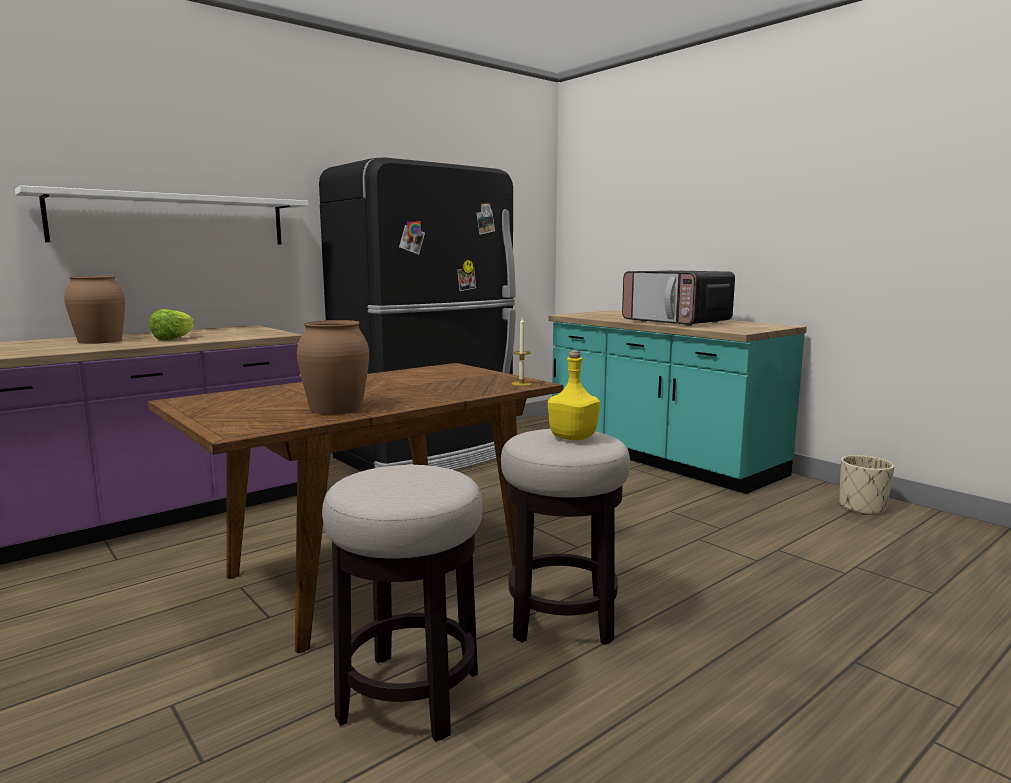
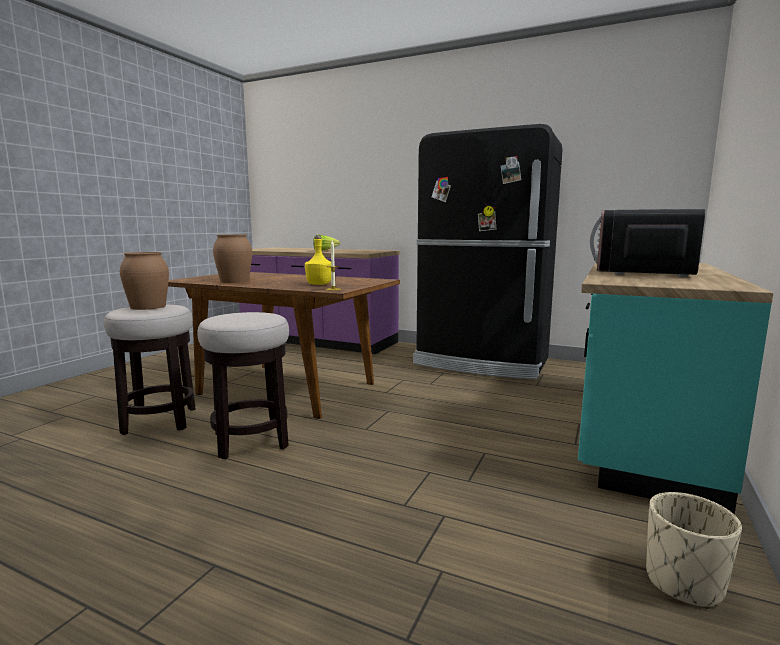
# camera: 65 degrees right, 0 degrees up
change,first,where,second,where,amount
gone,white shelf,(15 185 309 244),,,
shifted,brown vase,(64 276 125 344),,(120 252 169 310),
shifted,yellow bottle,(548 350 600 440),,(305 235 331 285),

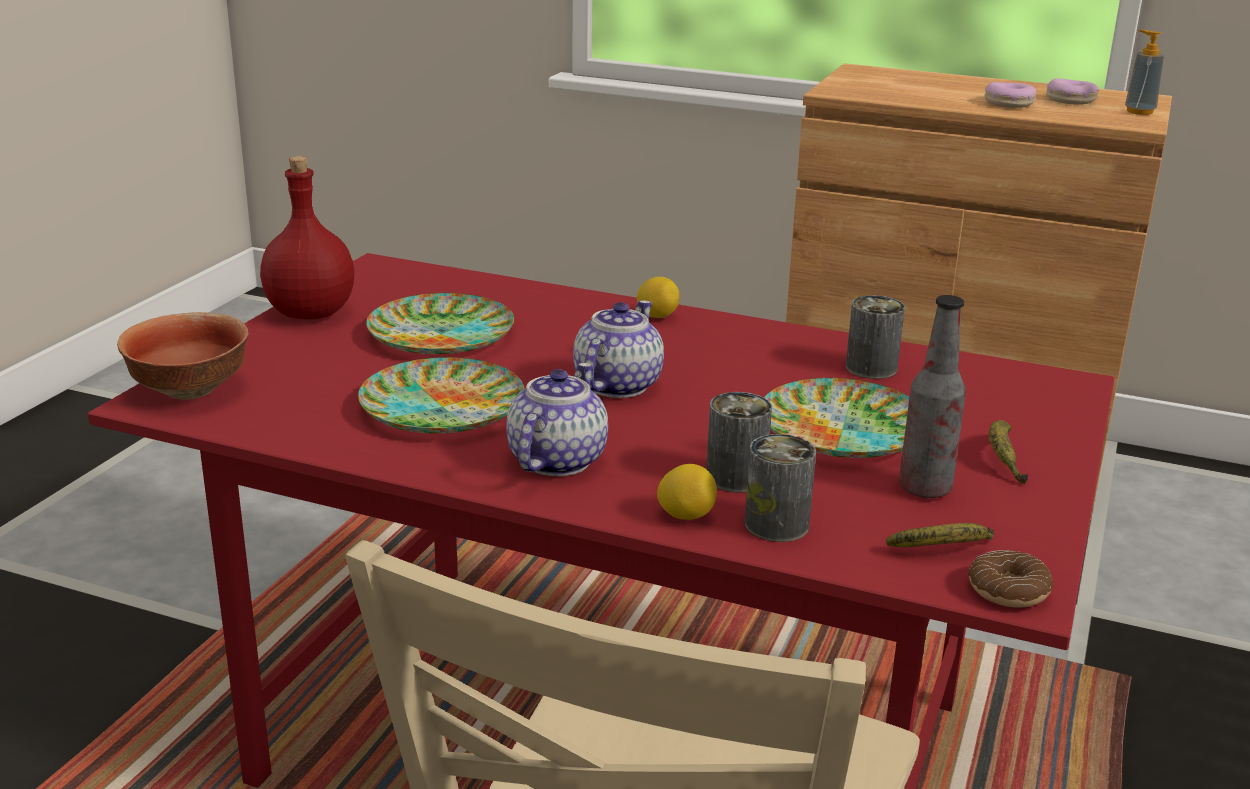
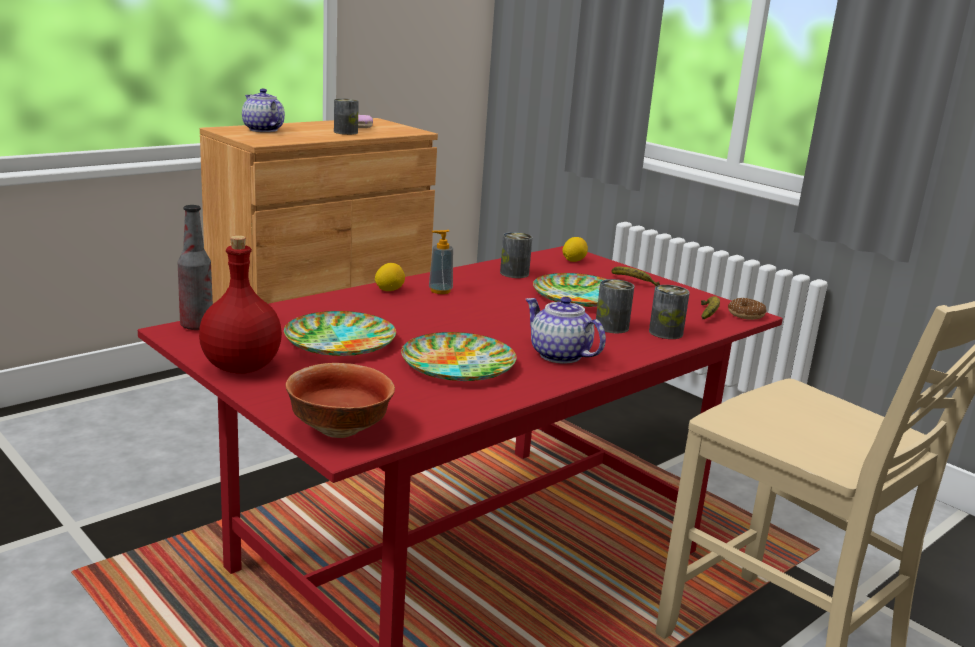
# camera: 65 degrees left, 5 degrees down
change,first,where,second,where,amount
shifted,soap dispenser,(1125 30 1164 115),,(429 230 453 294),
swapped,donut,(985 82 1036 108),can,(334 98 359 135),
shifted,bottle,(899 295 966 498),,(178 205 213 330),
shifted,teapot,(573 300 664 398),,(242 88 285 132),
shifted,lemon,(657 464 717 520),,(562 237 588 262),

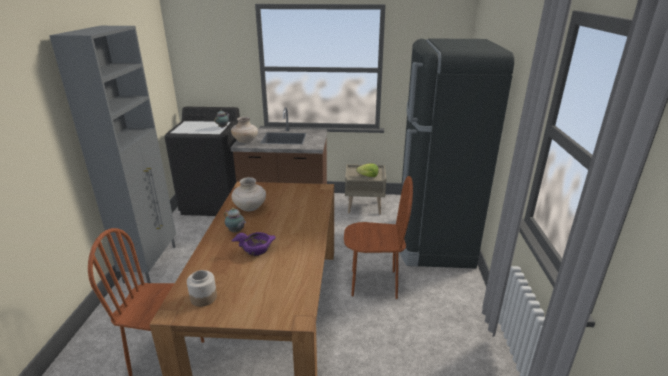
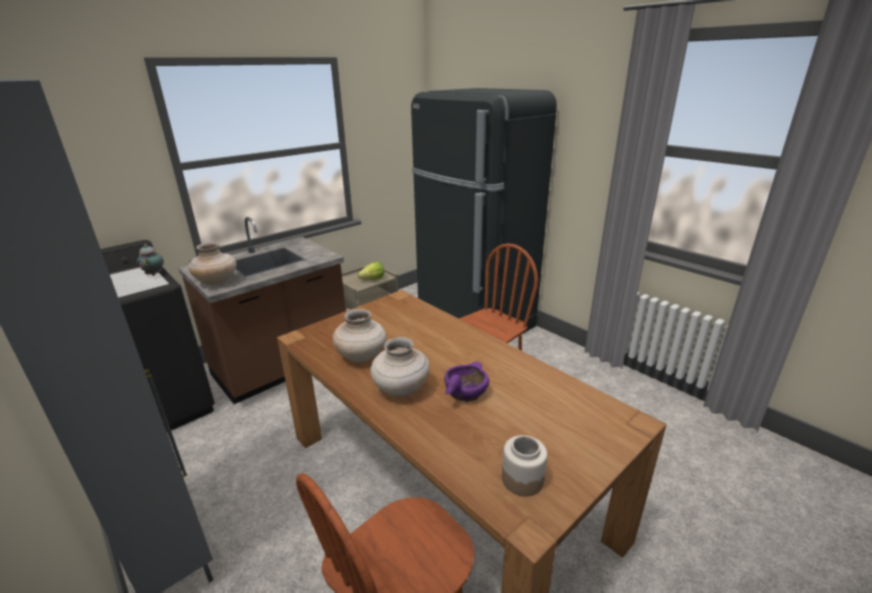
# camera: 45 degrees left, 0 degrees up
change,first,where,second,where,amount
swapped,teapot,(224 208 246 232),beige vase,(370 337 430 396),

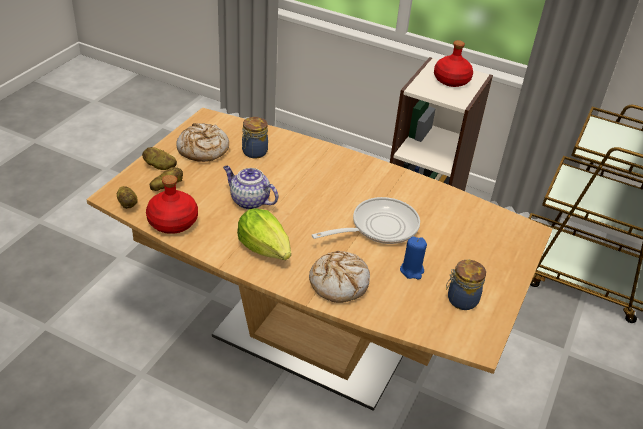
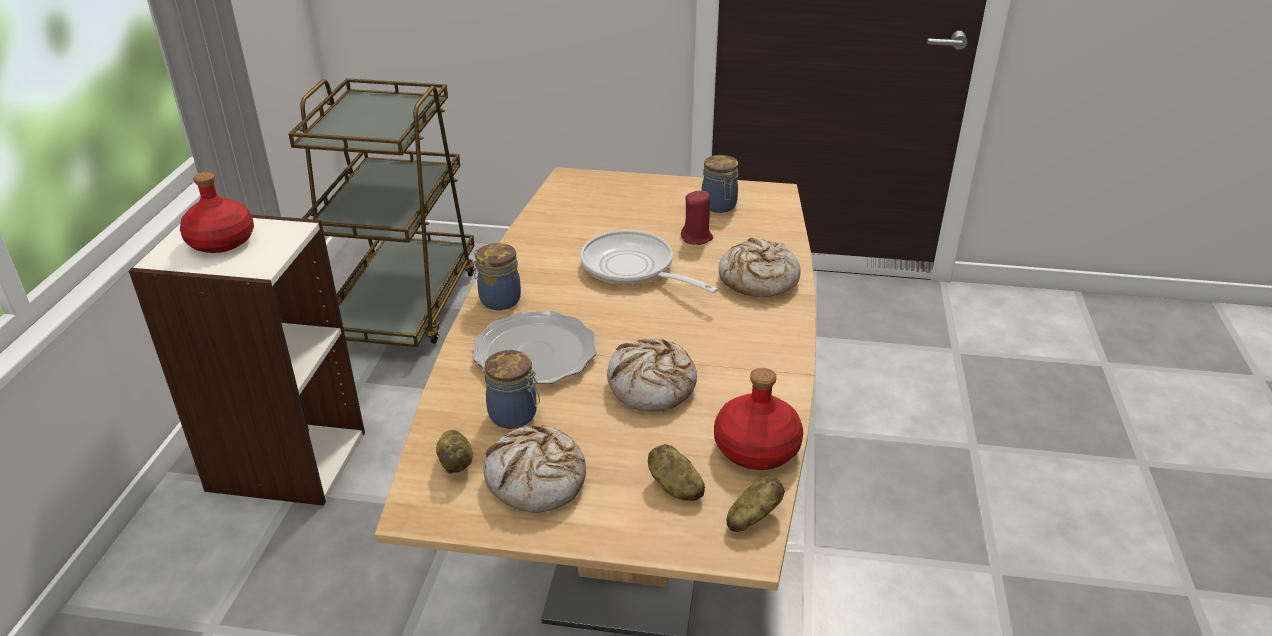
# camera: 105 degrees left, 5 degrees down
change,first,where,second,where,amount
shifted,potato,(142 147 177 170),,(436 430 473 474),
swapped,teapot,(223 166 278 210),bread,(607 338 697 412),
gone,lettuce,(237 208 291 260),,,
repainted,blue candle,(400 236 427 279),red candle,(681 191 713 245),
new,,,jar,(473 243 521 310),
new,,,plate,(472 311 597 384),

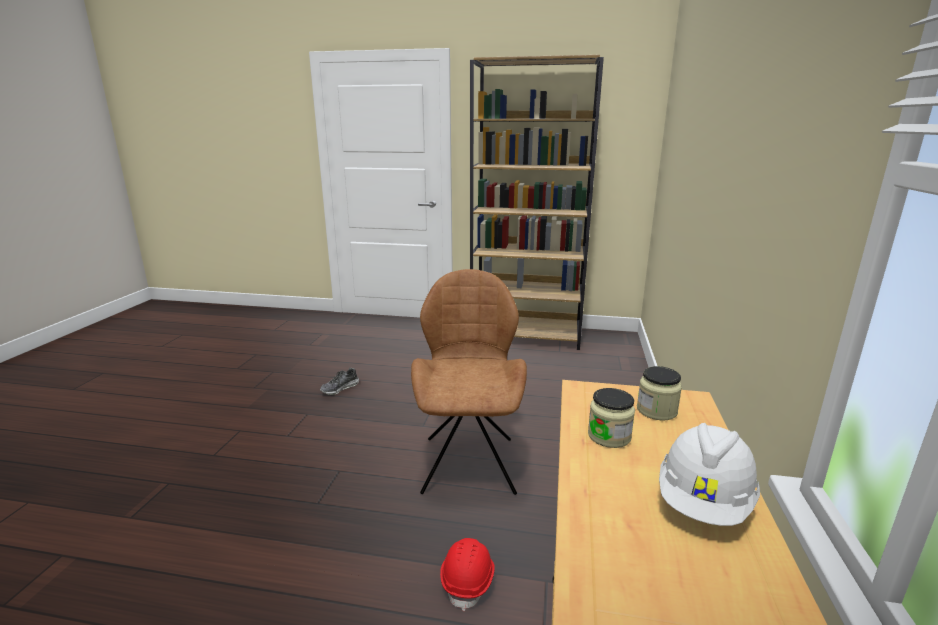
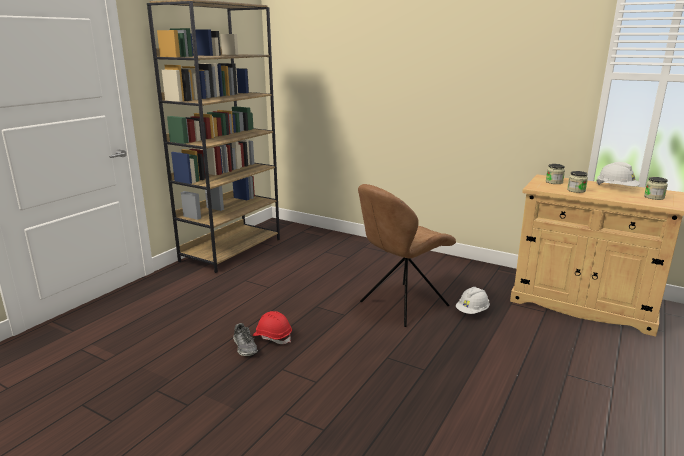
# camera: 70 degrees left, 0 degrees up
change,first,where,second,where,amount
rotated,brown chair,(411 269 527 495),,(358 184 456 327),60 degrees counterclockwise
shifted,red hard hat,(440 538 495 611),,(253 311 292 344),
new,,,jar,(644 177 668 200),
new,,,white hard hat,(456 287 490 314),

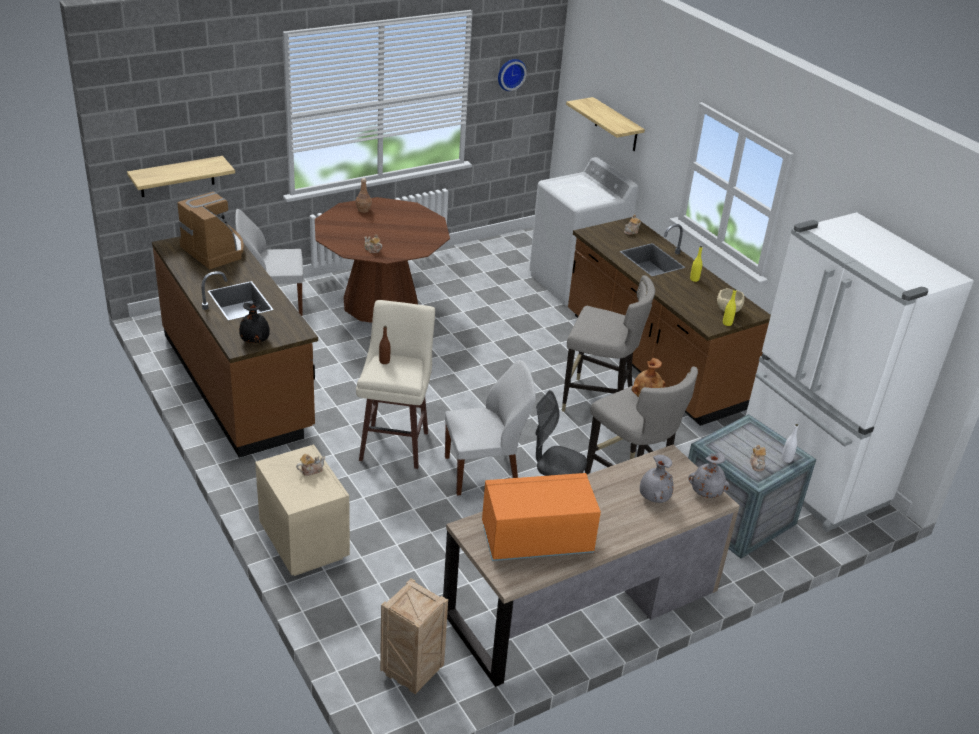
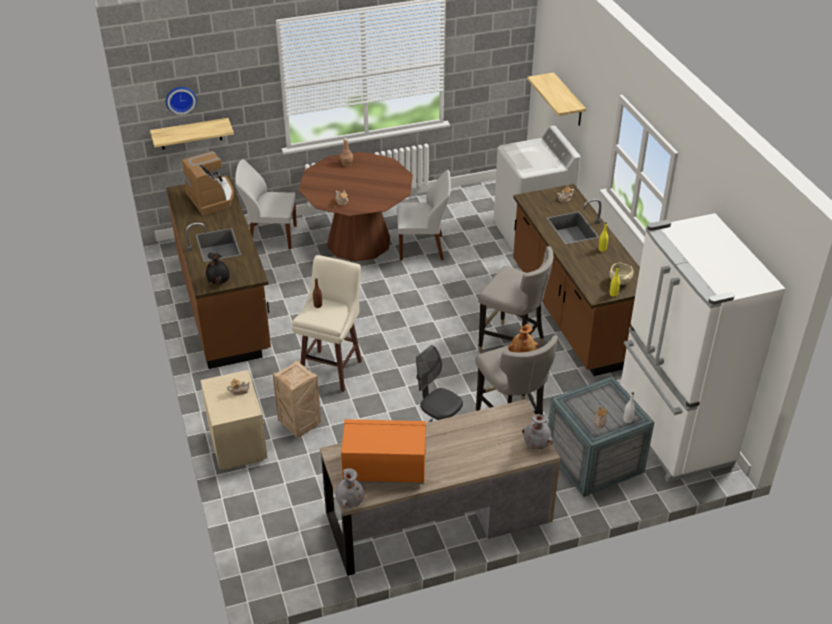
# camera: 15 degrees right, 5 degrees up
change,first,where,second,where,amount
shifted,wall clock,(498 59 527 91),,(166 87 197 115),
shifted,white chair,(445 360 536 496),,(397 170 451 260),
shifted,grey vase,(640 455 674 503),,(335 468 364 508),
shifted,crate,(380 578 448 694),,(273 360 321 438),

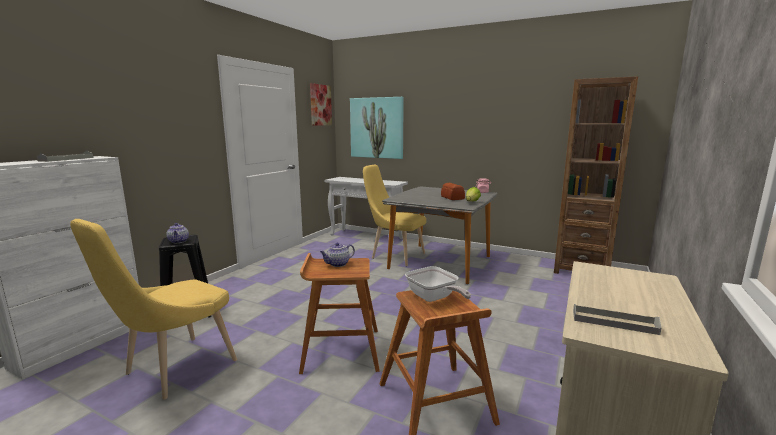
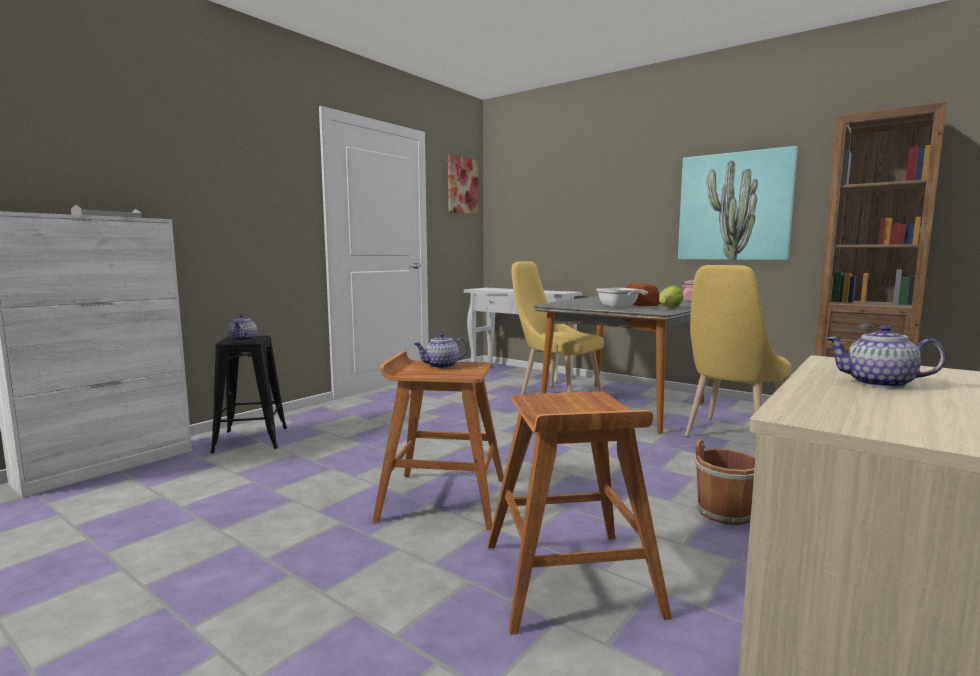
# camera: 10 degrees right, 5 degrees down
change,first,where,second,where,amount
shifted,picture,(350 97 404 159),,(678 146 798 260),
shifted,yellow chair,(70 219 237 400),,(685 265 791 439),
shifted,frying pan,(405 266 471 302),,(596 288 648 308),
gone,grey tray,(573 304 662 335),,,
new,,,teapot,(826 325 946 388),
new,,,brown bucket,(694 439 755 525),

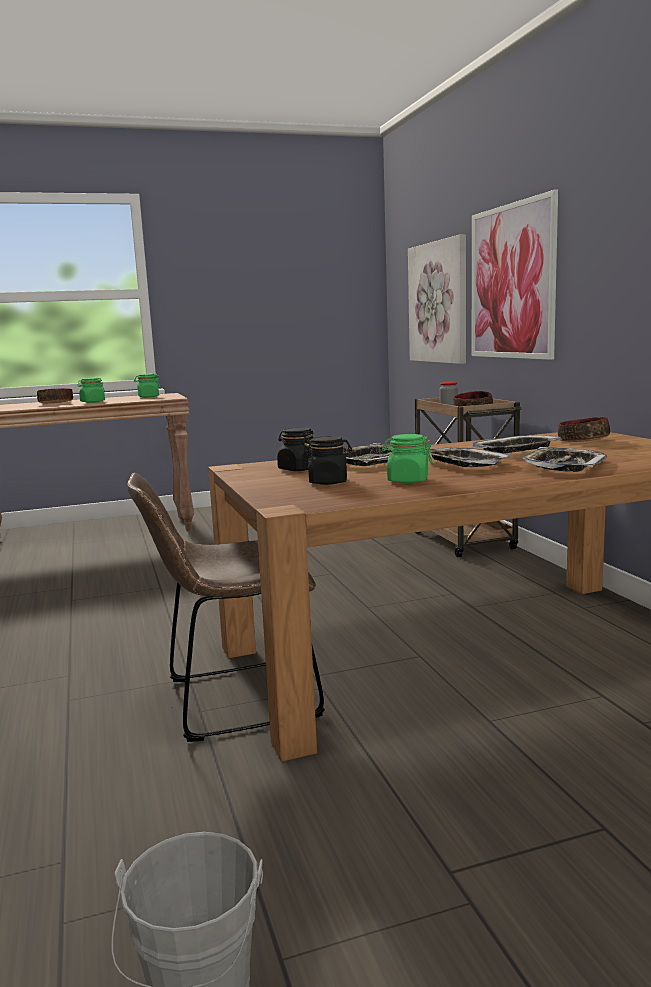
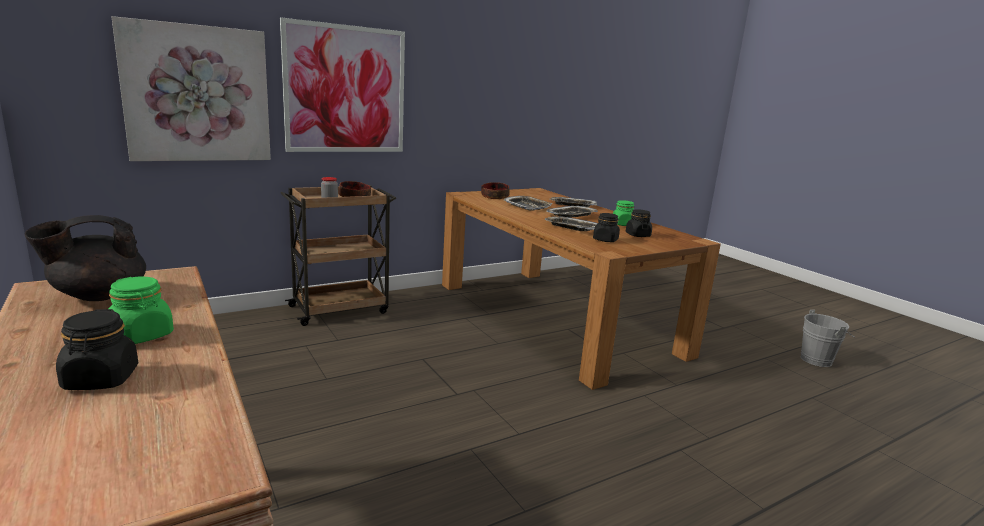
# camera: 105 degrees left, 5 degrees up
change,first,where,second,where,amount
swapped,green jar,(134 374 161 398),black teapot,(25 215 146 301),
swapped,bowl,(37 388 73 403),black jar,(56 309 138 390),
gone,brown chair,(127 473 325 742),,,

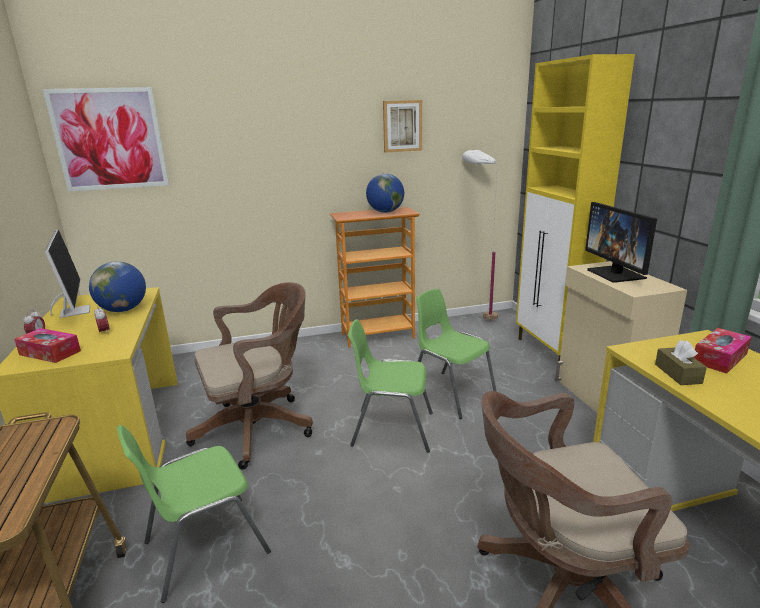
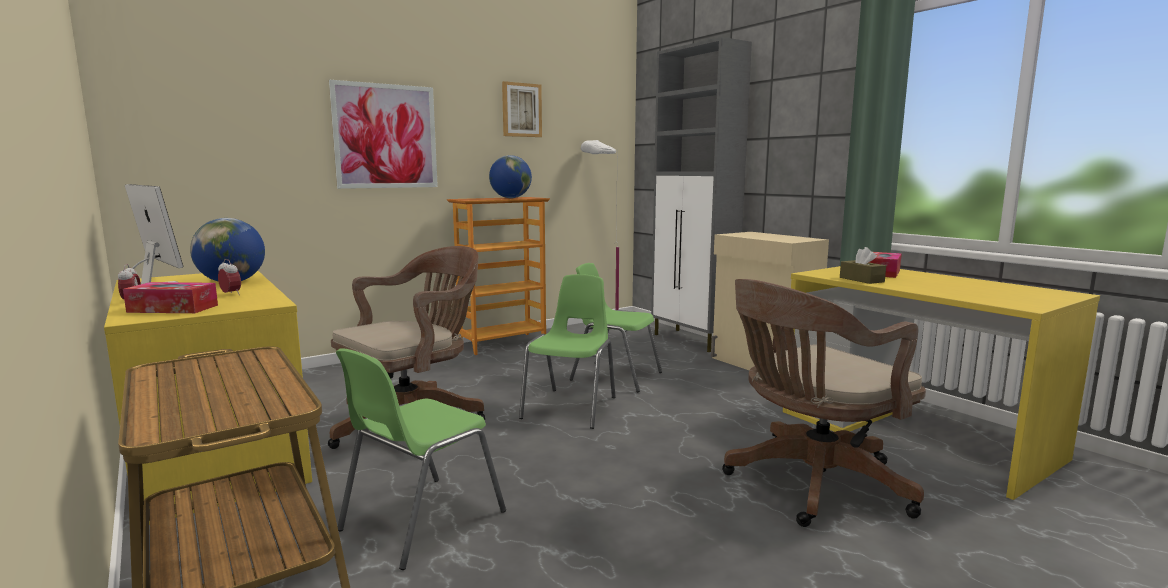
# camera: 20 degrees left, 10 degrees down
change,first,where,second,where,amount
repainted,yellow cabinet,(516 54 635 362),grey cabinet,(651 37 752 352),
shifted,picture,(43 87 169 192),,(329 80 438 189),
gone,monitor,(585 202 657 283),,,
rotated,green chair,(348 319 433 453),,(519 274 616 429),120 degrees clockwise

